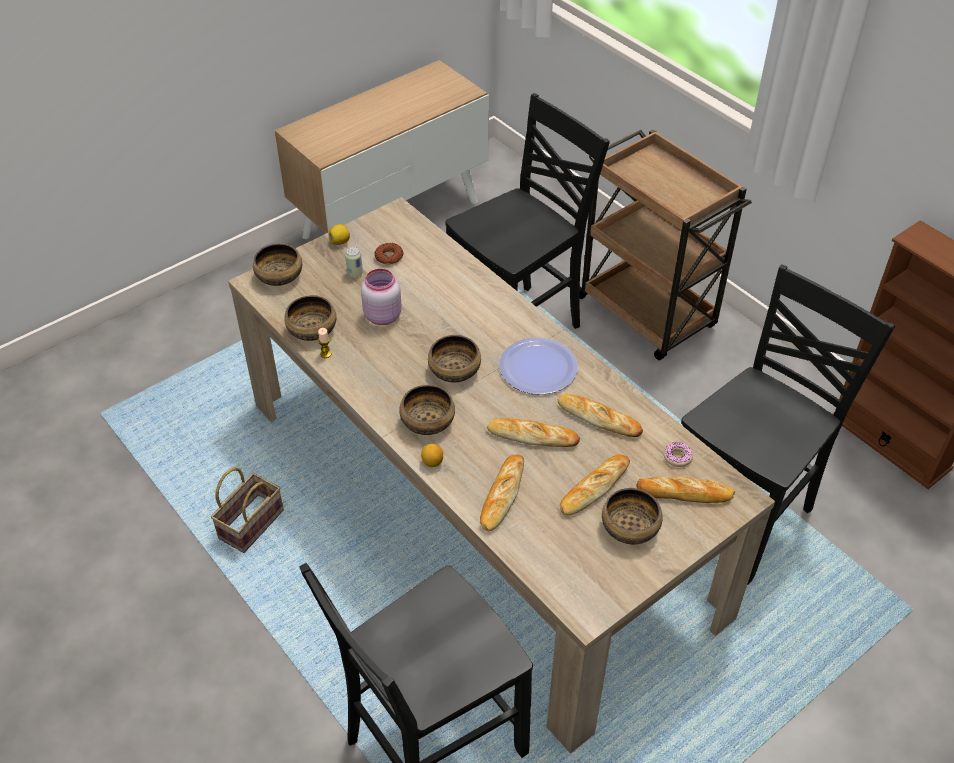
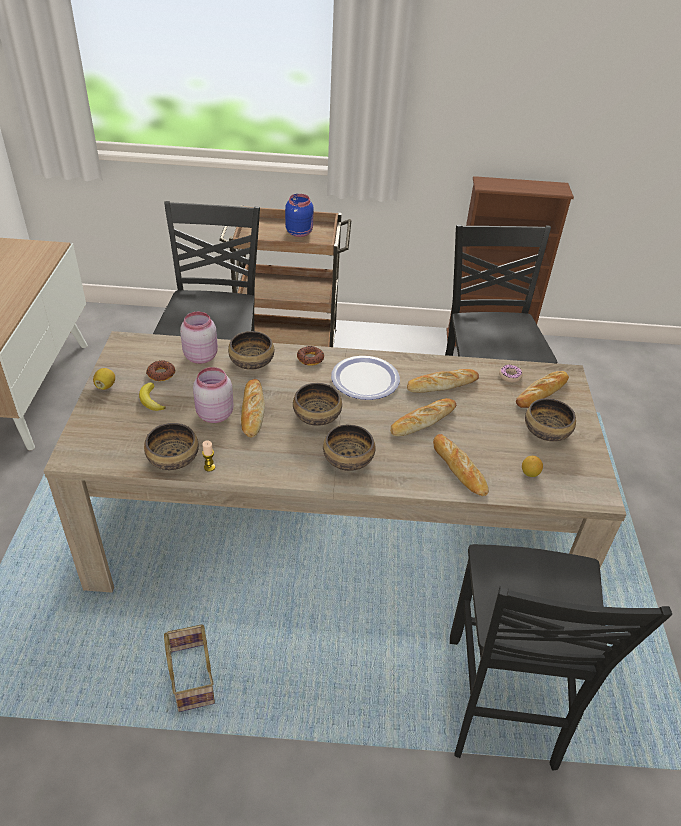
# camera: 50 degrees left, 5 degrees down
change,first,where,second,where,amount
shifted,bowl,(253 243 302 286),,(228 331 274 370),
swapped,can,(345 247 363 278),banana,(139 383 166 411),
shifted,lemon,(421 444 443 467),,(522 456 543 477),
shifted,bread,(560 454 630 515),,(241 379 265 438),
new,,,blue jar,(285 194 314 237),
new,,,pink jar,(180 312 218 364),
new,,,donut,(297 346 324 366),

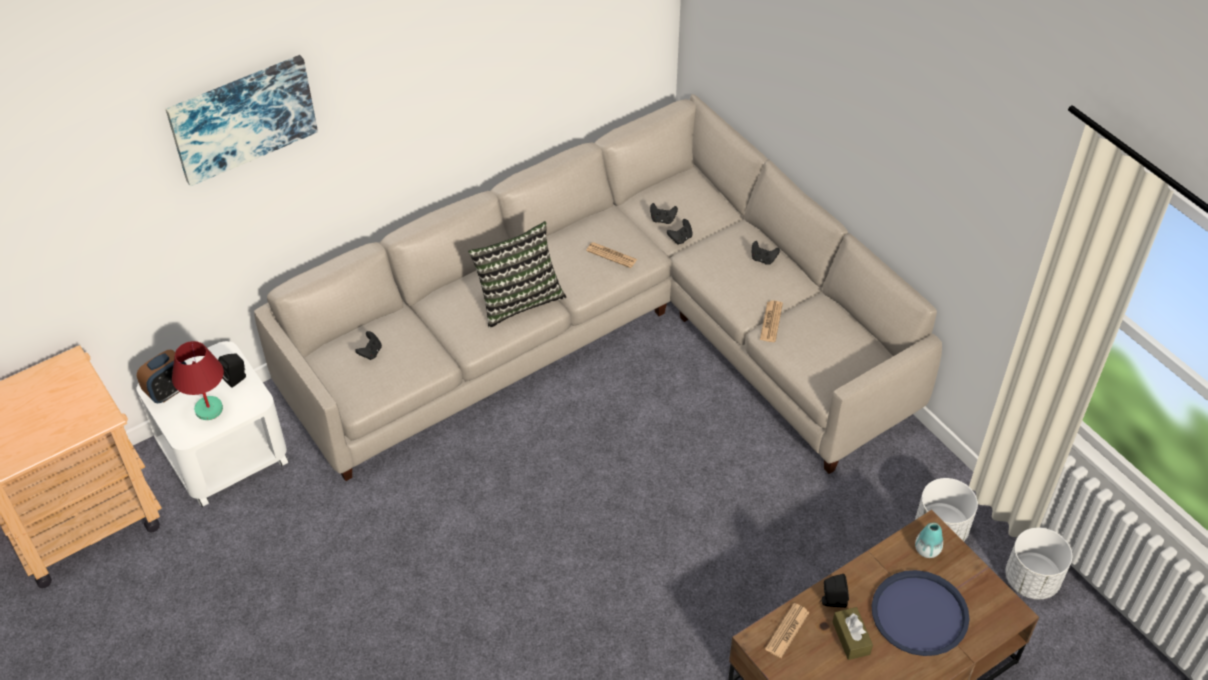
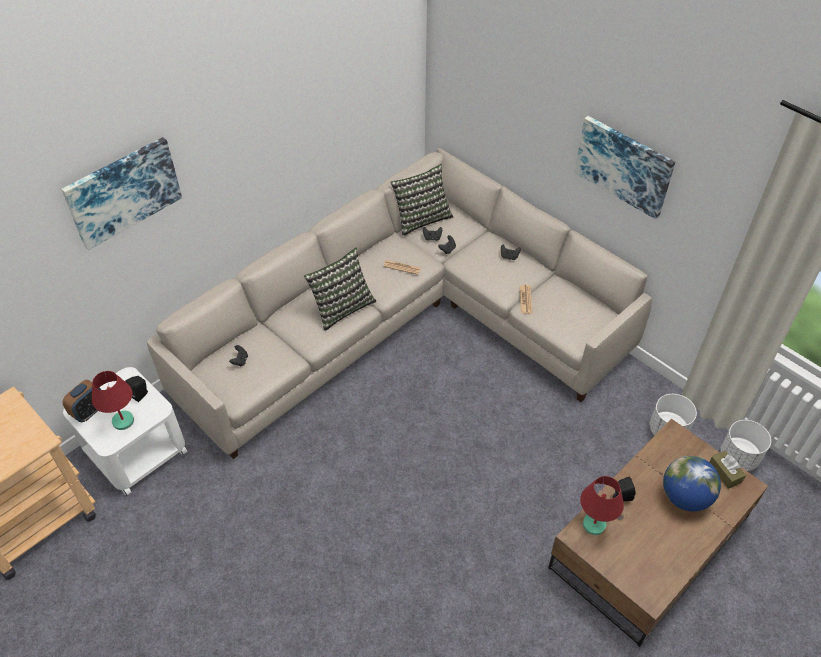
# camera: 10 degrees left, 0 degrees up
change,first,where,second,where,amount
gone,vase,(915 523 943 558),,,
swapped,blue tray,(871 570 970 656),globe,(663 456 721 511),
swapped,newspaper,(765 603 810 658),red table lamp,(580 476 624 535),
shifted,brown tissue box,(833 607 873 660),,(709 451 746 489),
new,,,picture,(574 116 675 219),
new,,,pillow,(391 164 453 236),

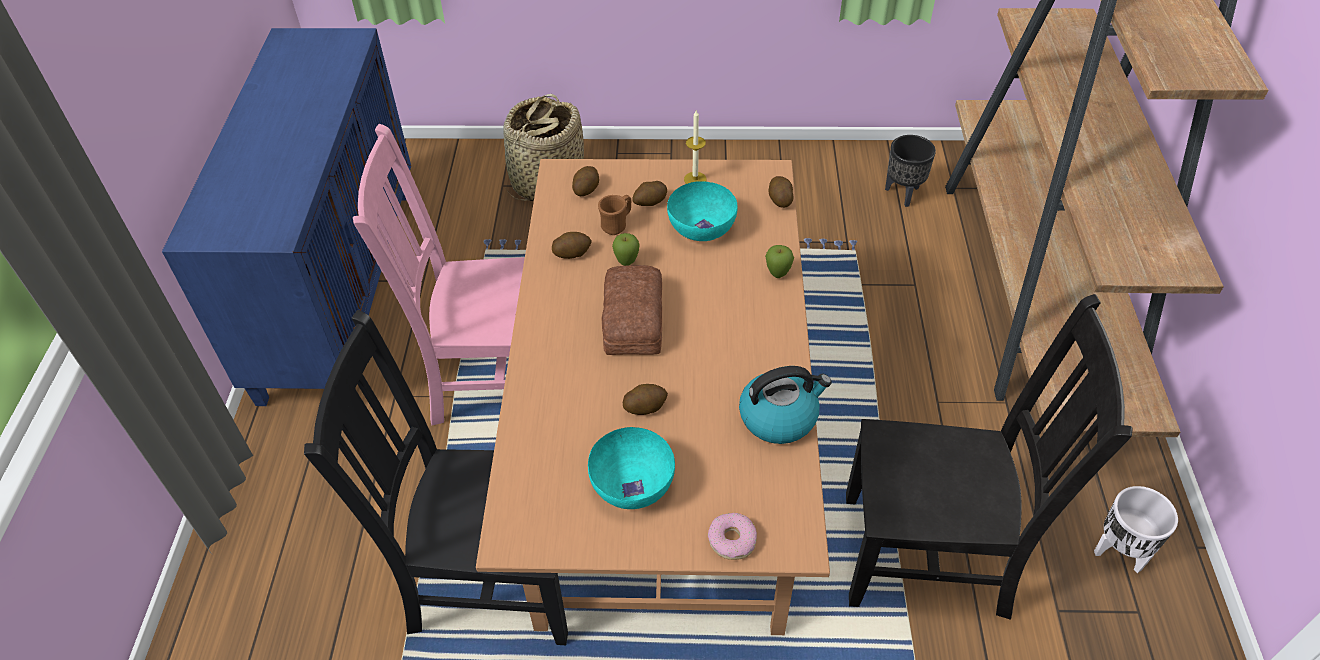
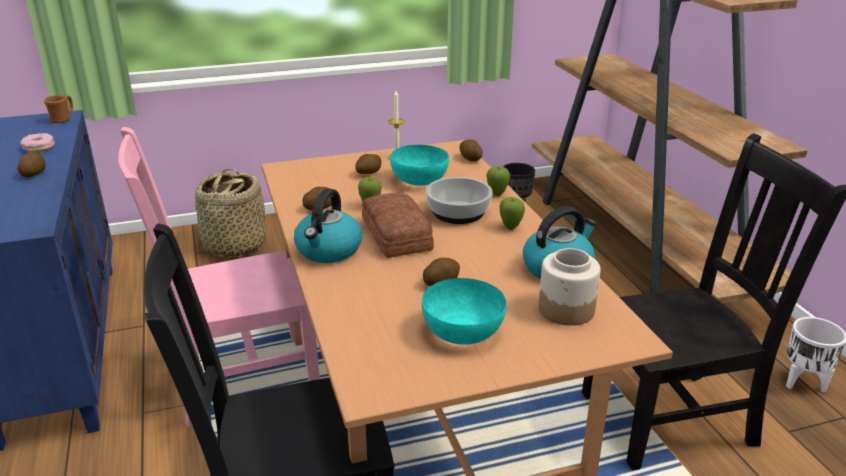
# camera: 20 degrees left, 20 degrees down
change,first,where,second,where,amount
shifted,potato,(572 166 599 196),,(17 152 46 177),
shifted,brown mug,(598 195 631 235),,(44 95 73 123),
shifted,donut,(708 513 757 560),,(20 133 55 152),
new,,,bowl,(426 177 493 224),
new,,,kettle,(294 188 362 263),
new,,,apple,(500 197 525 230),
new,,,jar,(539 248 601 326),

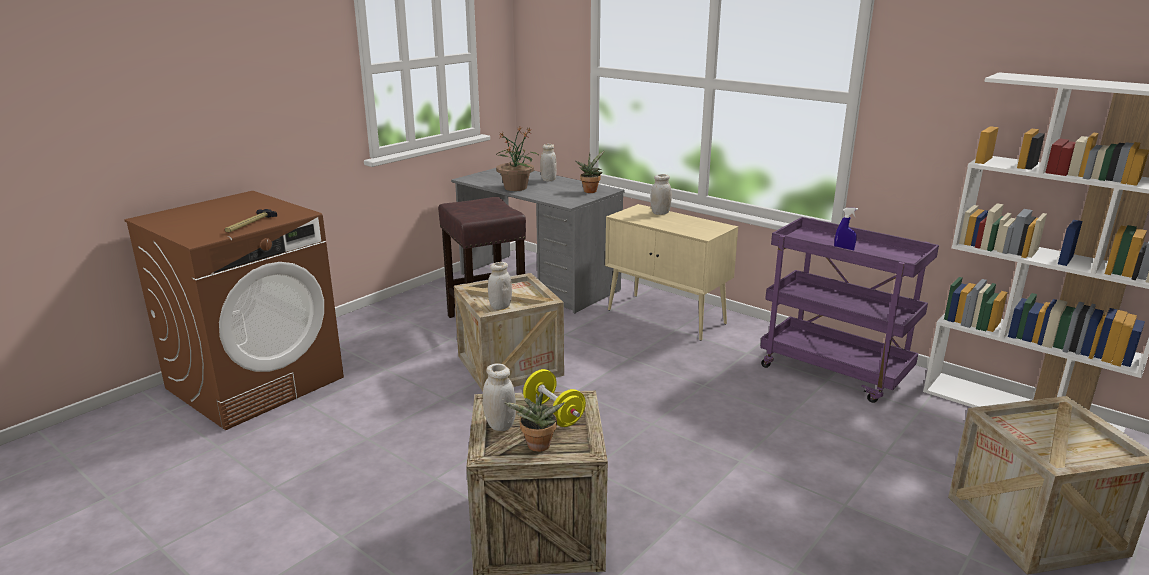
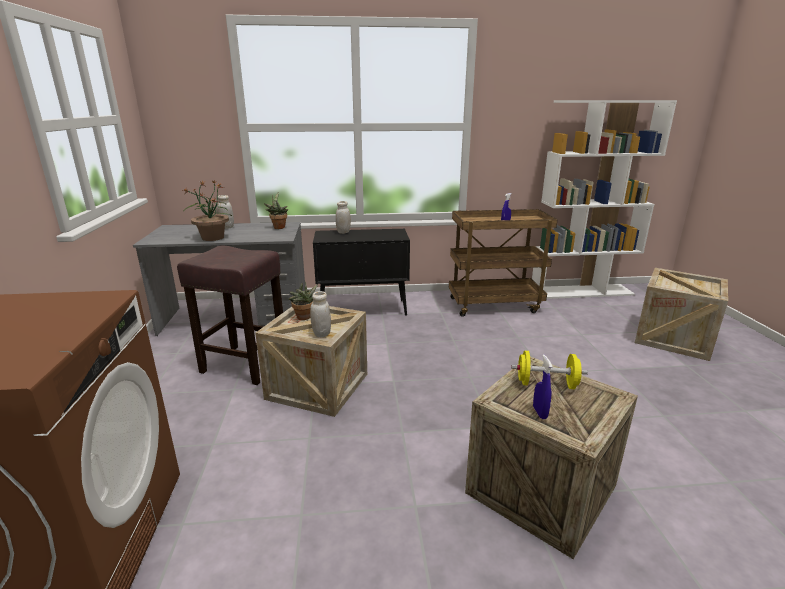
# camera: 45 degrees left, 0 degrees up
change,first,where,second,where,amount
repainted,beige cabinet,(605 204 738 341),black cabinet,(313 229 410 316),
gone,hammer,(225 209 277 232),,,
repainted,purple cart,(760 217 939 403),brown cart,(449 209 558 317),
swapped,white jar,(483 363 516 431),blue spray bottle,(533 354 553 419),
shifted,potted plant,(504 392 565 452),,(288 282 318 320),

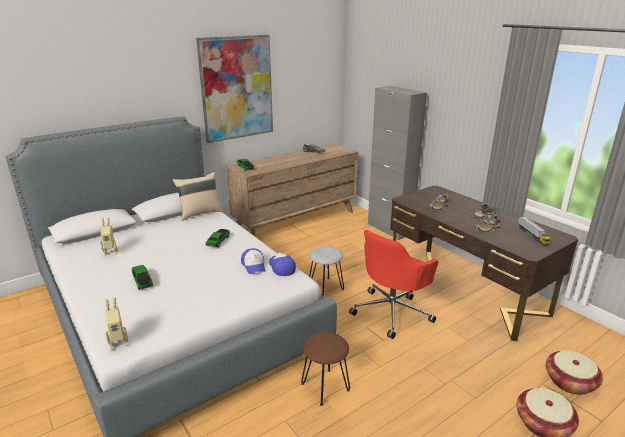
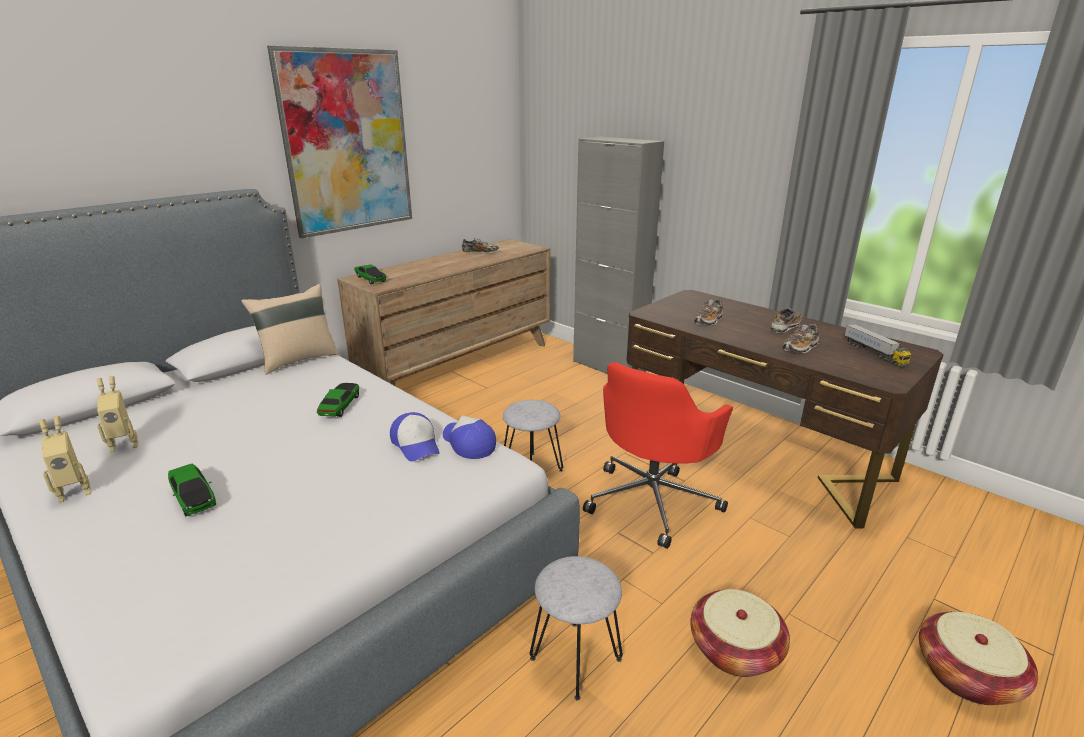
# camera: 10 degrees left, 0 degrees up
change,first,where,second,where,amount
shifted,toy robot,(105 298 128 350),,(39 416 91 503),
repainted,brown stool,(301 332 350 406),grey stool,(530 556 623 701),
shifted,basket,(546 350 603 395),,(690 589 790 677),

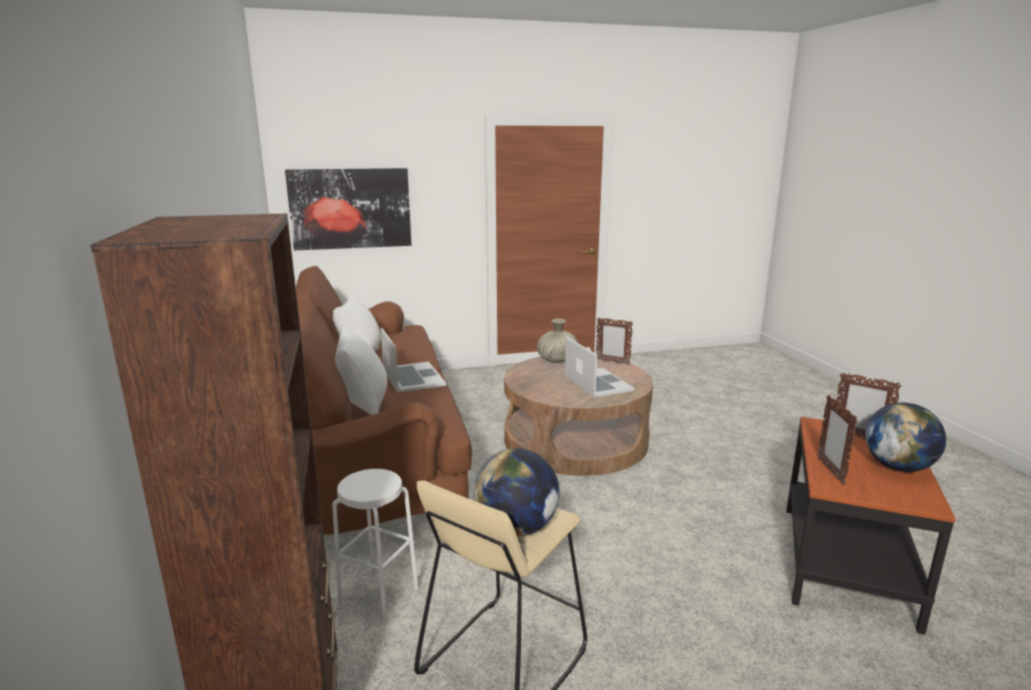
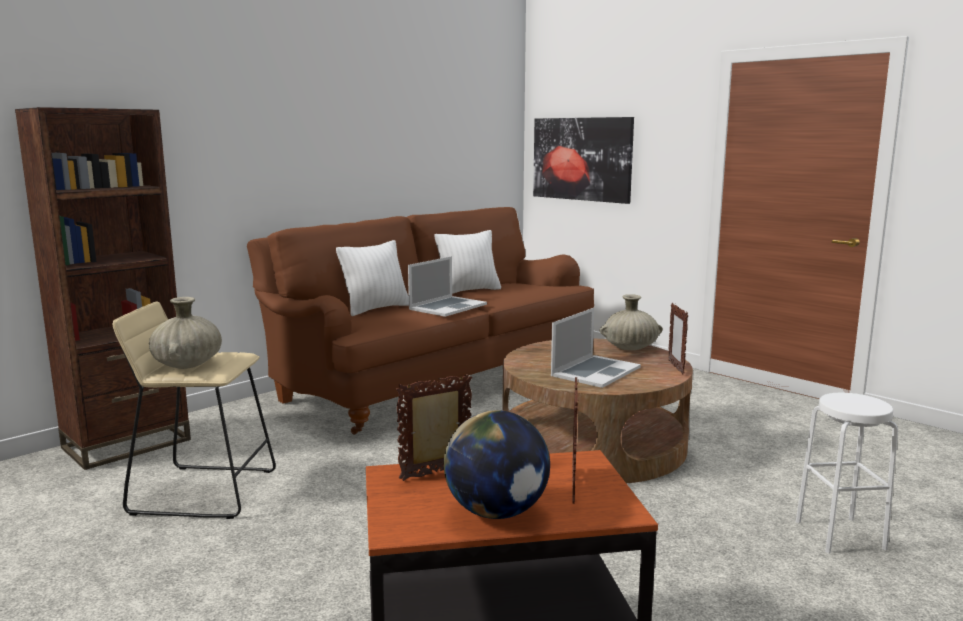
# camera: 60 degrees right, 5 degrees down
change,first,where,second,where,amount
swapped,globe,(474 448 560 536),beige vase,(149 297 222 369),
shifted,white stool,(332 469 419 625),,(796 393 898 553),

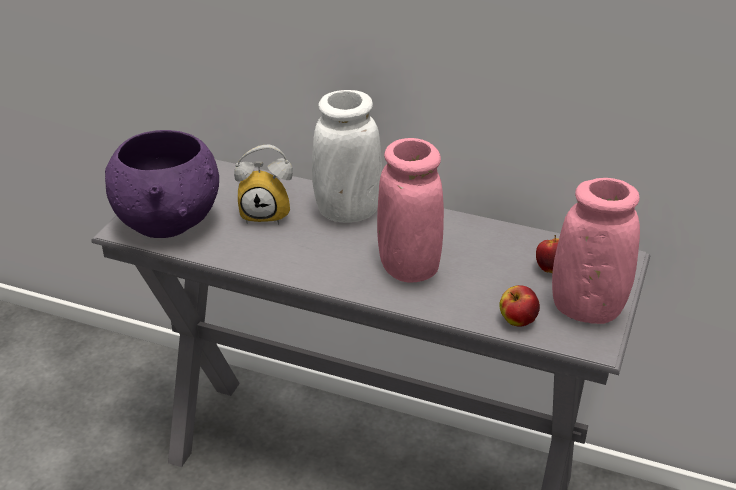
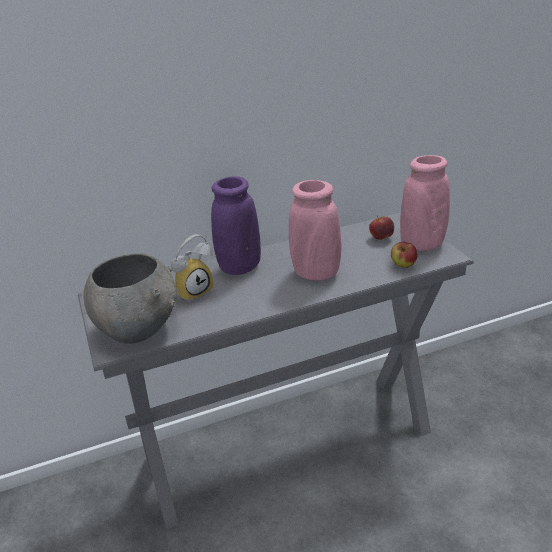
# camera: 40 degrees left, 5 degrees down
change,first,where,second,where,amount
repainted,white vase,(312 90 382 223),purple vase,(211 176 261 275),
repainted,purple bowl,(105 130 219 238),grey bowl,(83 253 177 344),

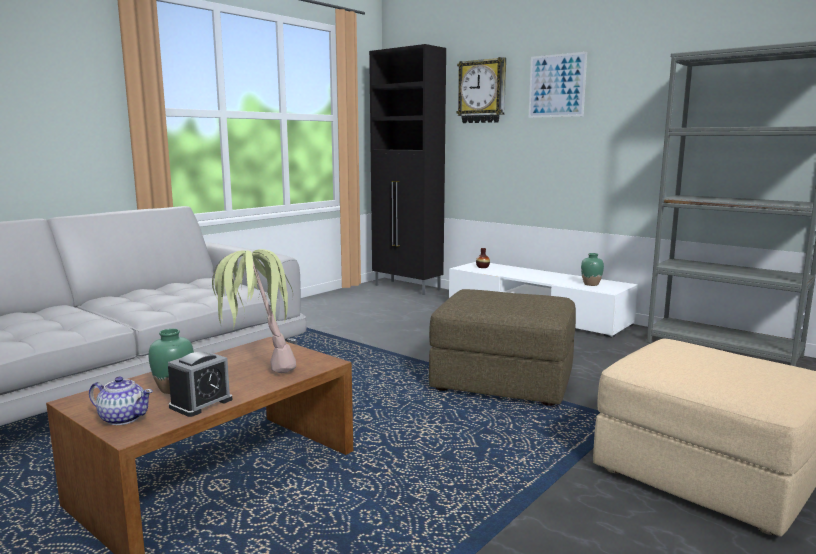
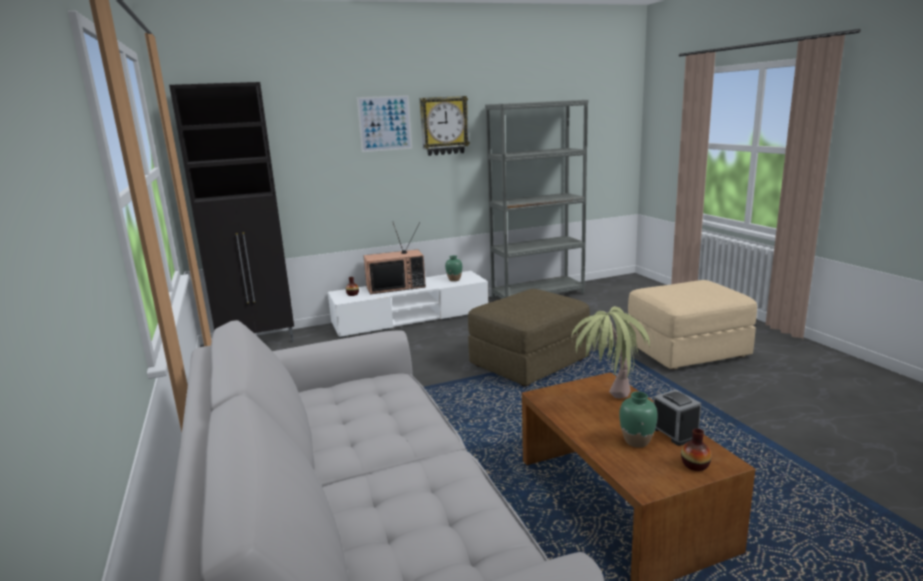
# camera: 60 degrees left, 5 degrees up
change,first,where,second,where,amount
shifted,wall clock,(456 57 506 123),,(419 96 470 156),
swapped,teapot,(89 376 153 425),vase,(681 428 712 471),
new,,,television,(363 223 426 294),

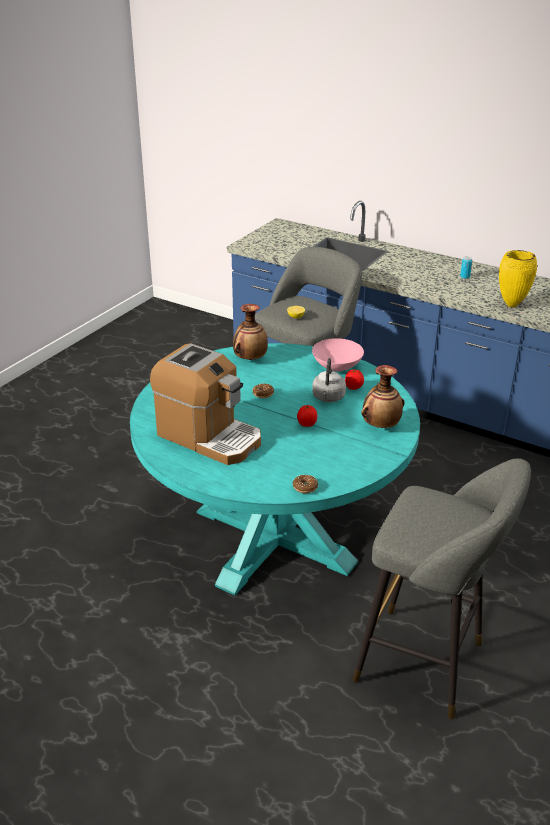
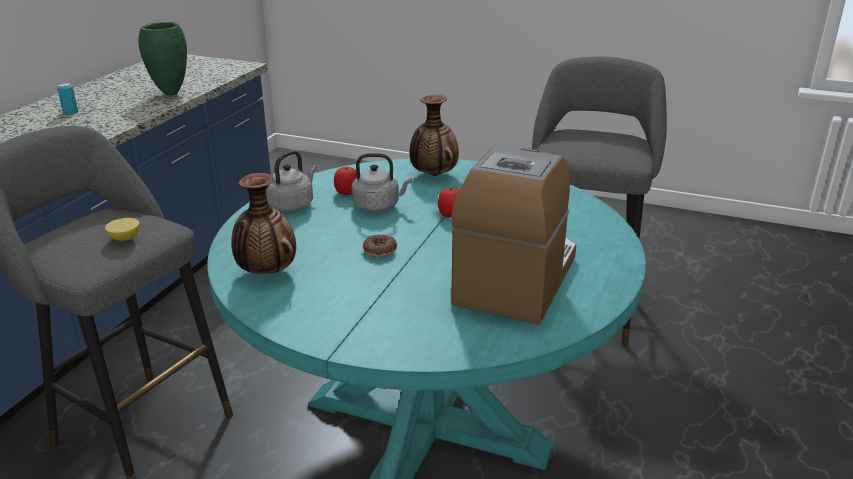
# camera: 100 degrees left, 5 degrees down
change,first,where,second,where,amount
repainted,yellow vase,(499 250 537 307),green vase,(138 22 187 96),
swapped,pink bowl,(312 338 364 372),grey kettle,(266 151 317 212),
gone,donut,(293 475 318 493),,,

